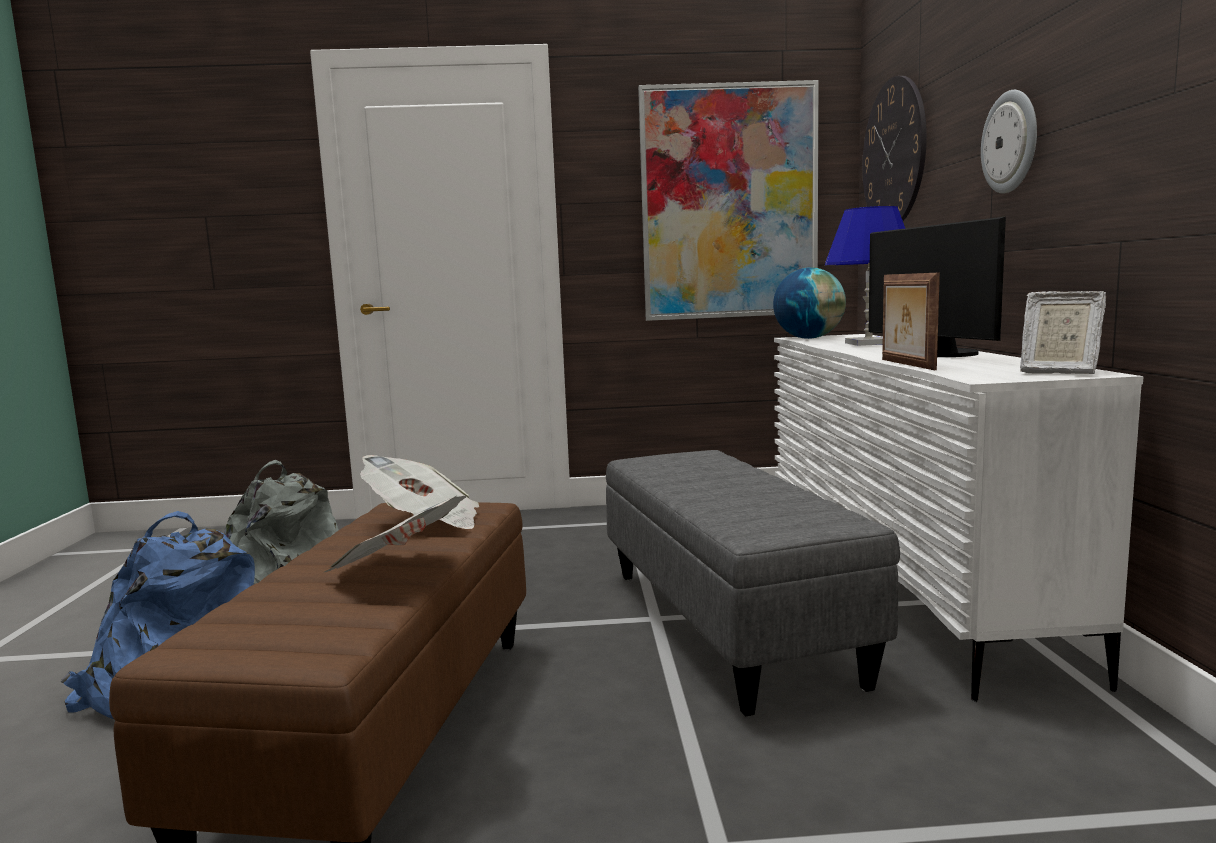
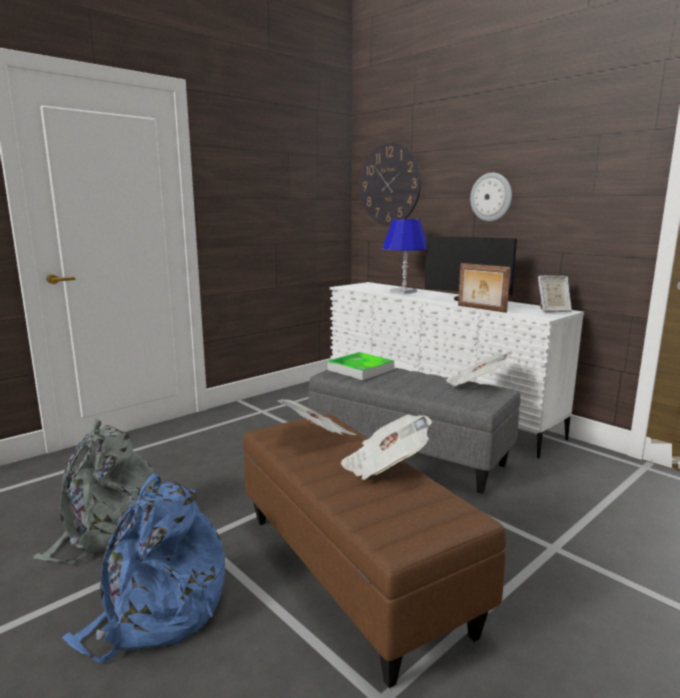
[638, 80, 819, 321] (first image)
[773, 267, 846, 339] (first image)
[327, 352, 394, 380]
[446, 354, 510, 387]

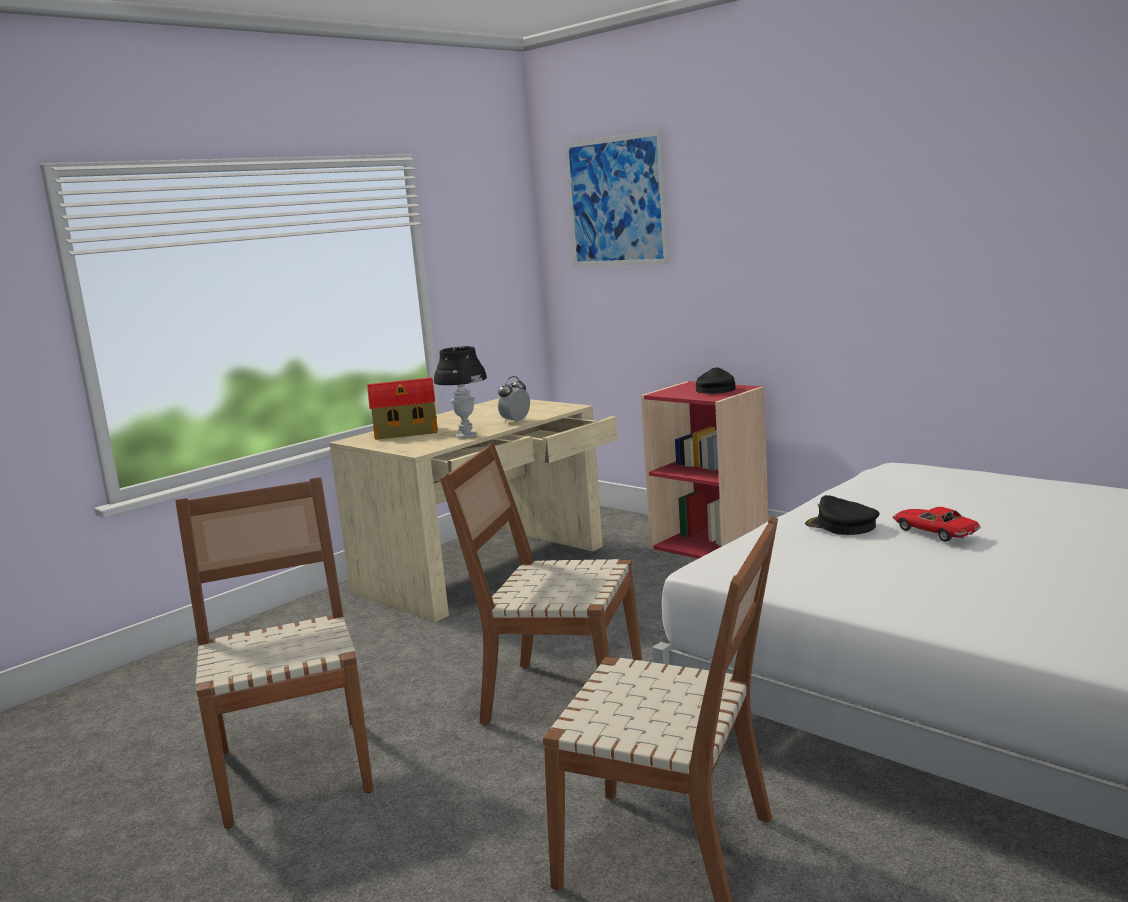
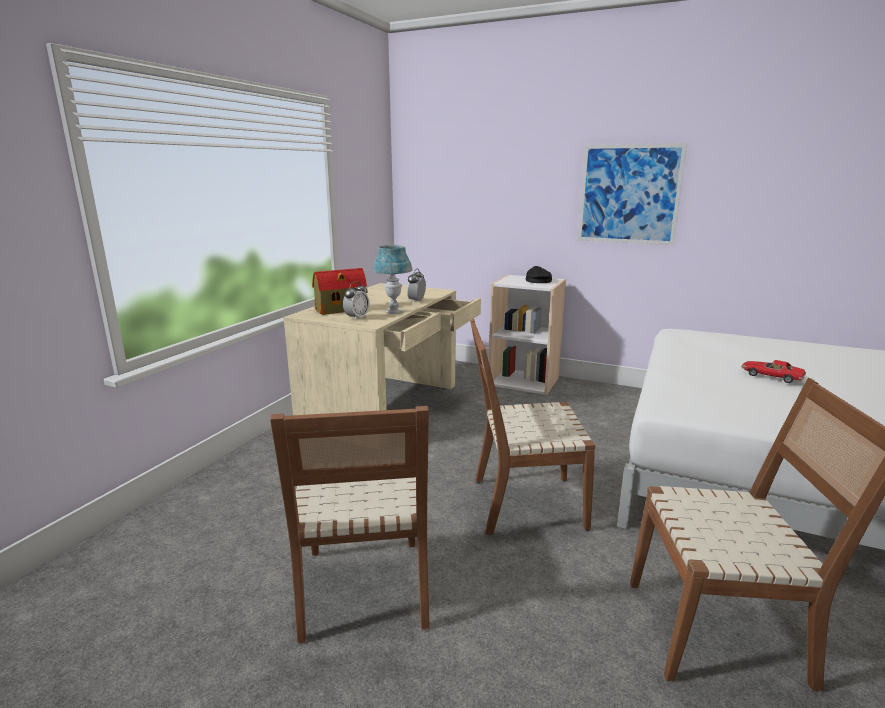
[578, 143, 687, 245]
[373, 245, 412, 314]
[489, 275, 566, 395]
[270, 406, 430, 643]
[805, 495, 880, 535] (first image)
[343, 281, 370, 321]

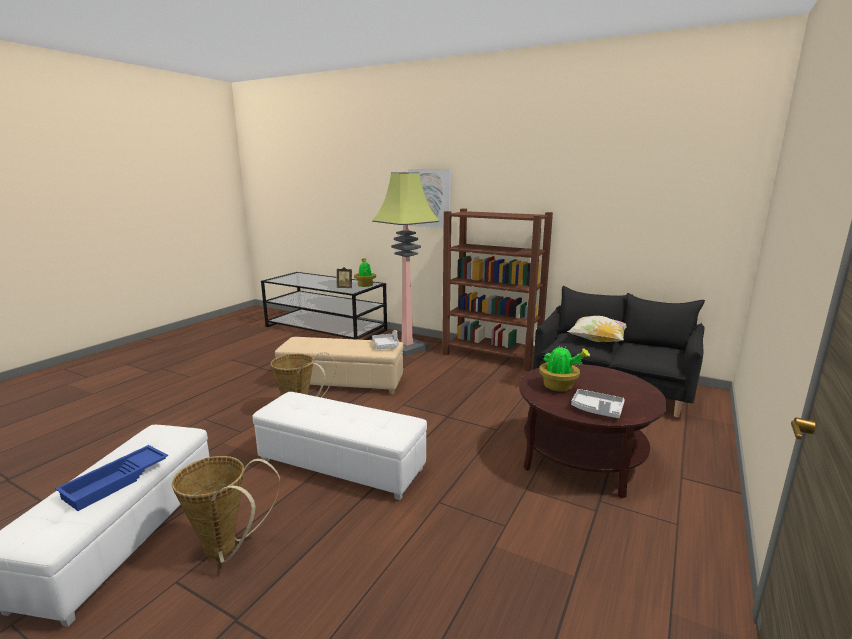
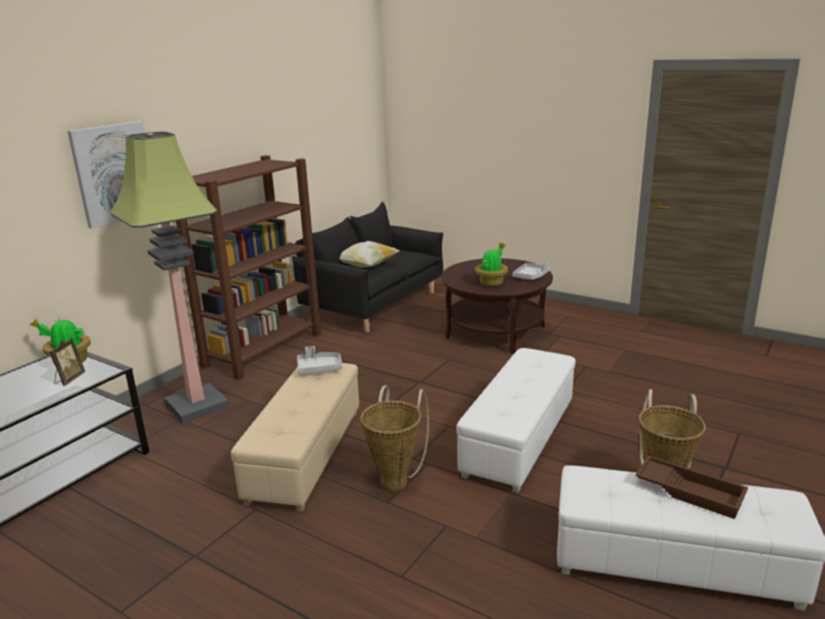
[635, 455, 748, 519]

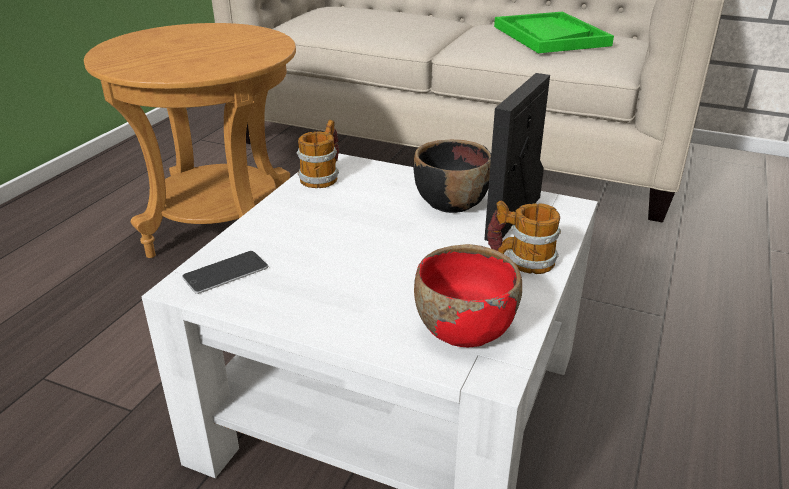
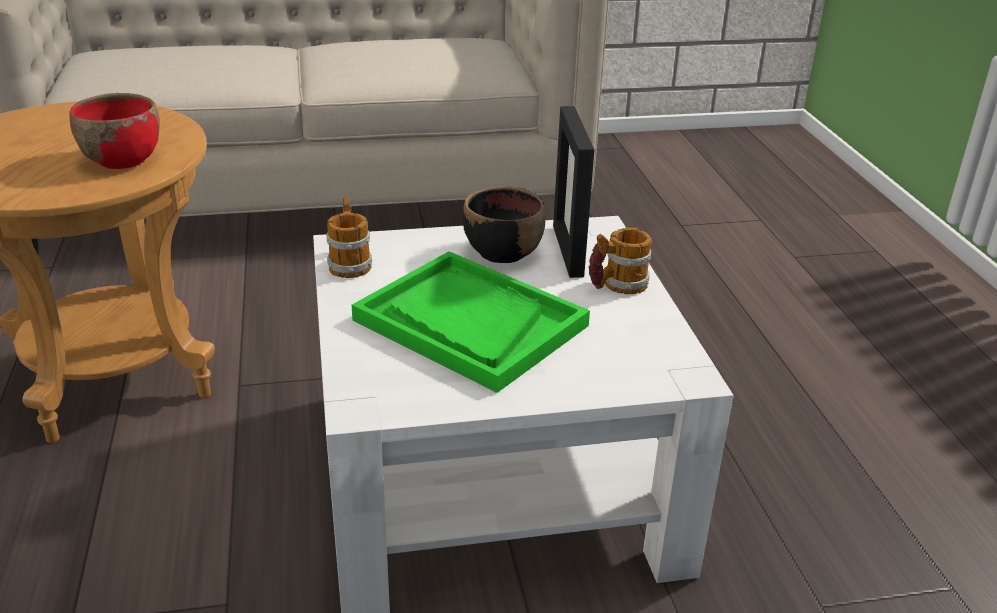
[352, 251, 590, 393]
[69, 93, 159, 169]
[182, 251, 268, 294] (first image)

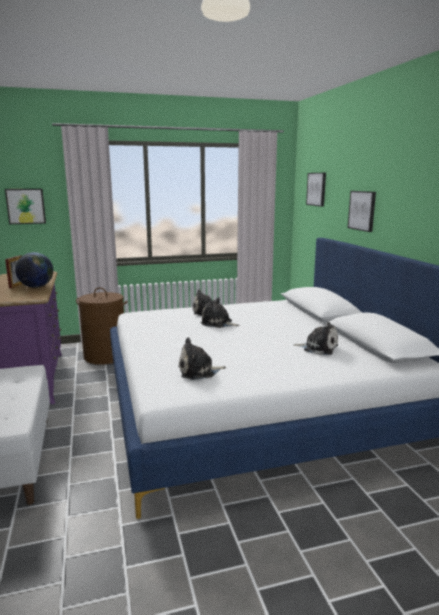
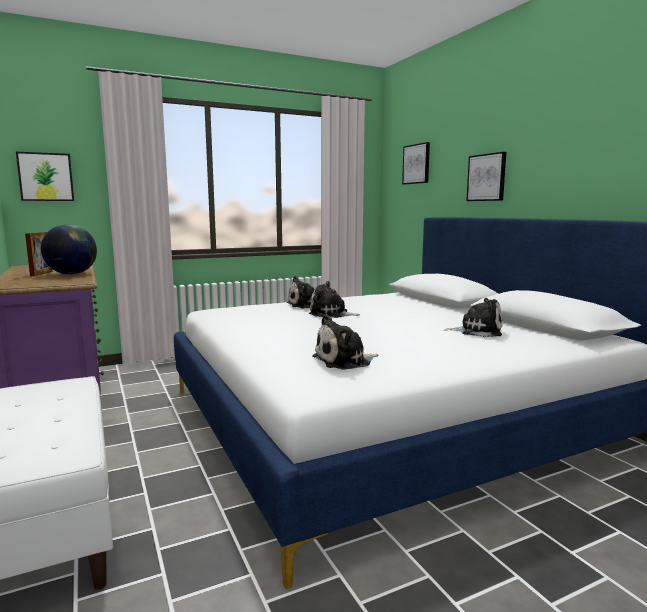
[76, 287, 128, 365] (first image)

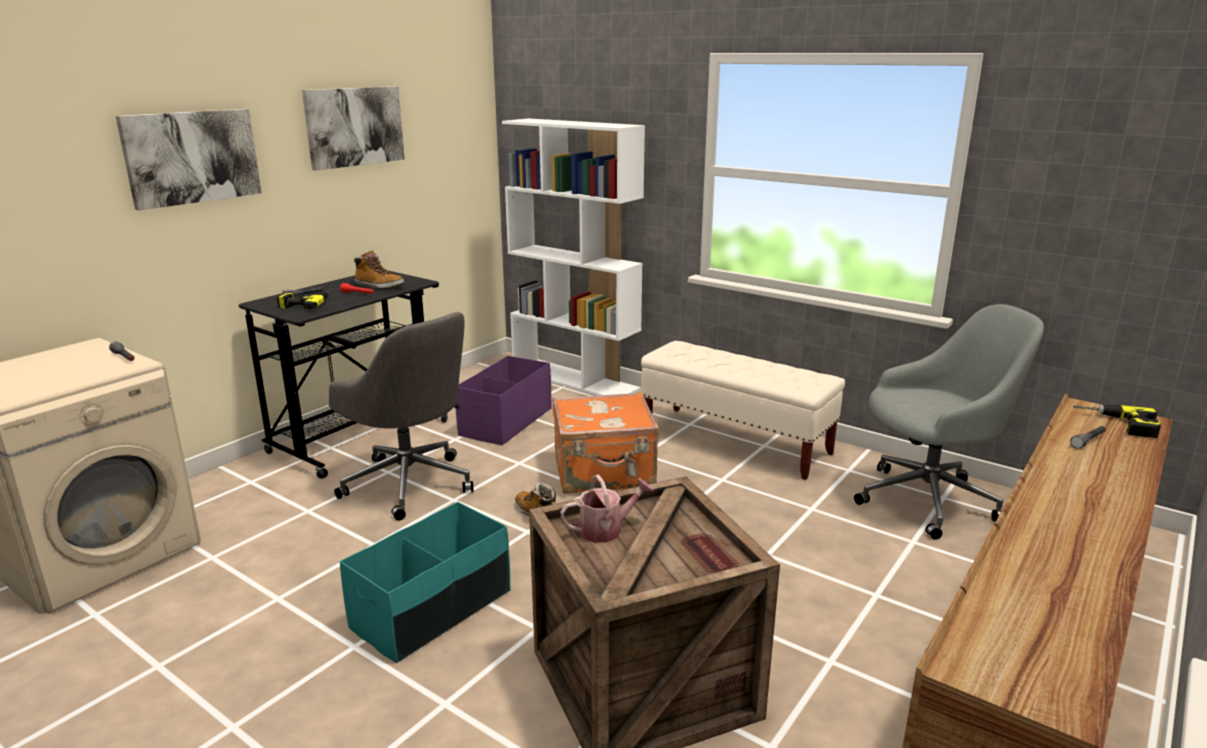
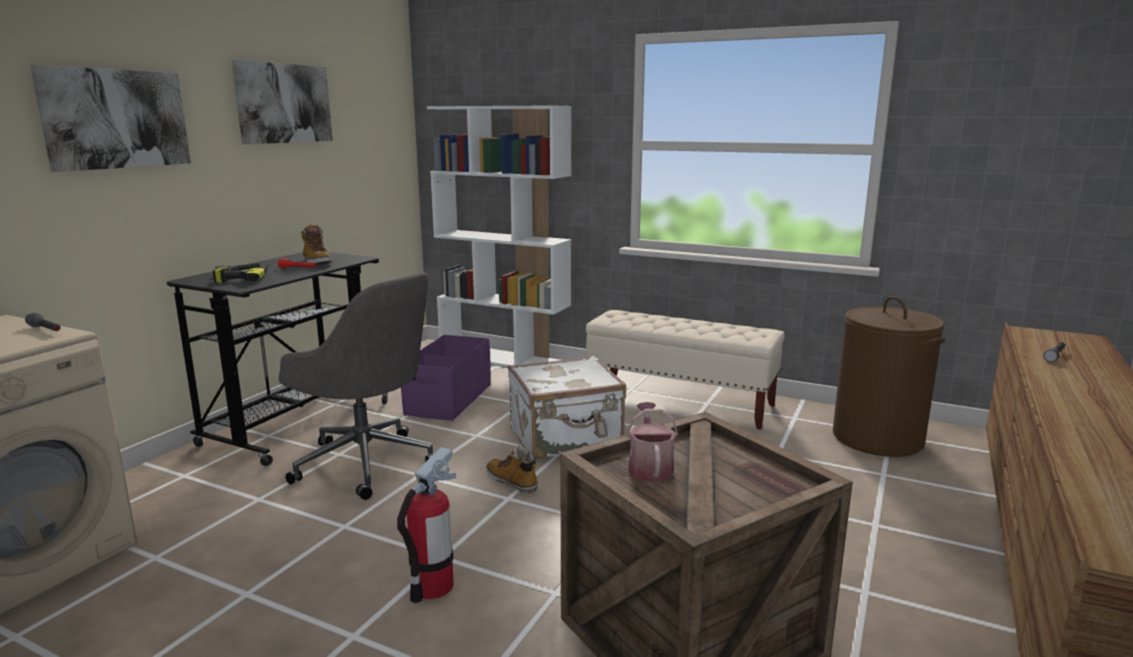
[301, 224, 332, 264]
[833, 296, 945, 457]
[508, 356, 626, 459]
[1073, 405, 1161, 438] (first image)
[627, 402, 678, 482]
[397, 447, 456, 603]

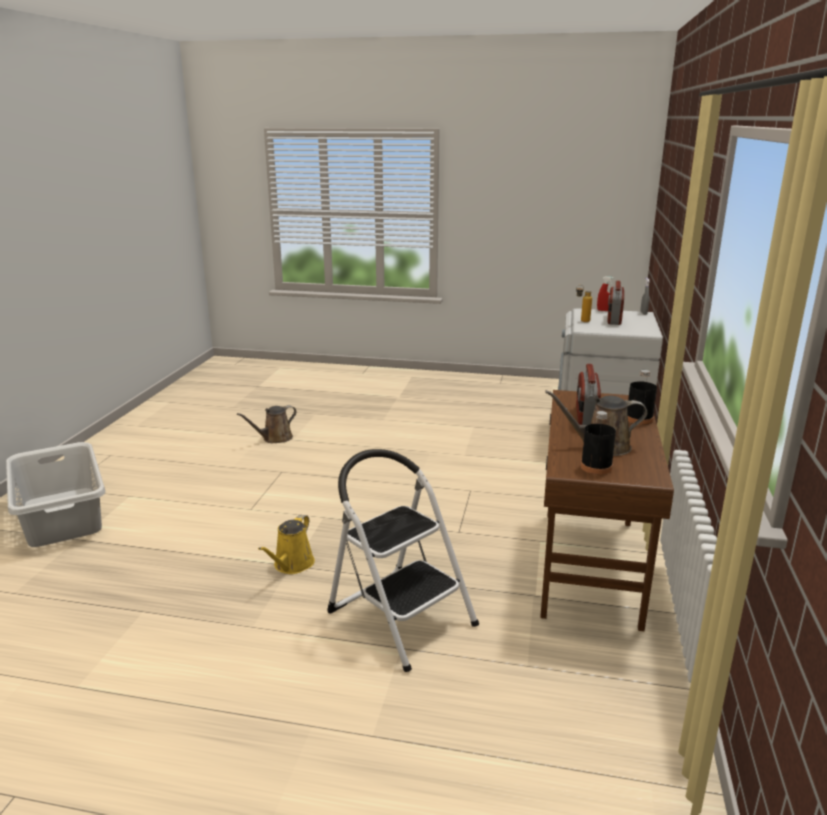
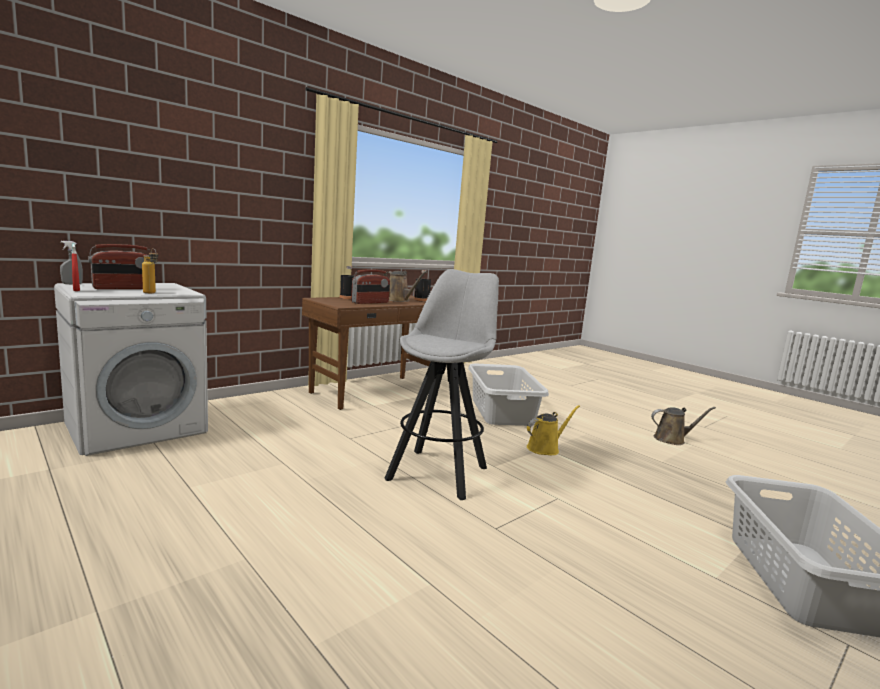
[651, 407, 716, 445]
[468, 364, 549, 426]
[385, 269, 499, 500]

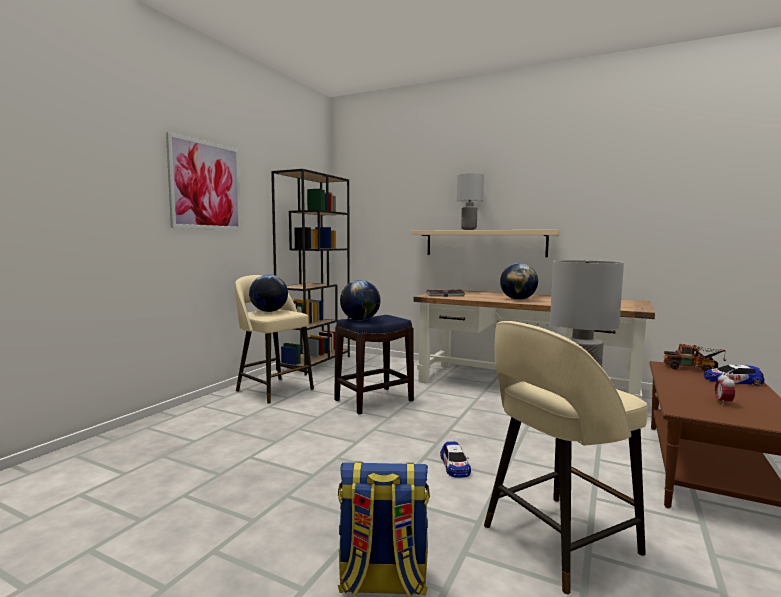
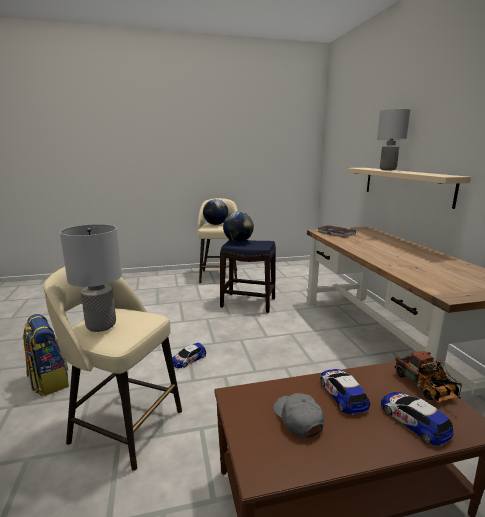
[166, 132, 241, 230] (first image)
[271, 169, 350, 376] (first image)
[500, 263, 538, 300] (first image)
[273, 393, 324, 439]
[320, 369, 370, 415]

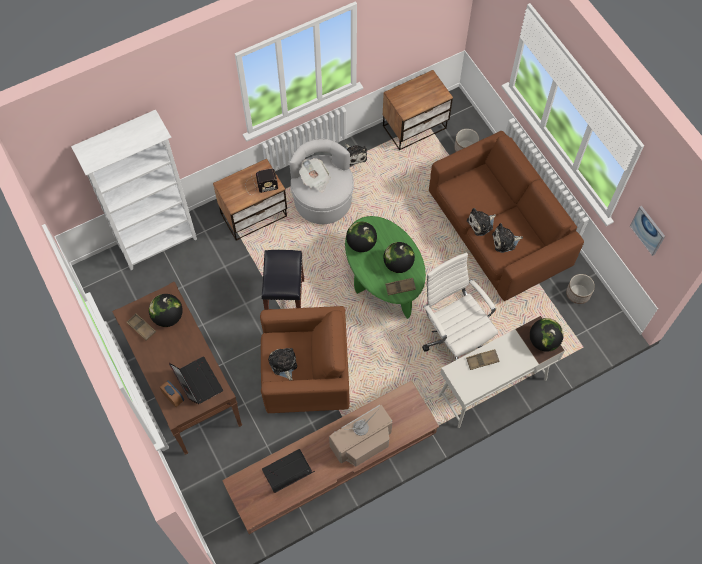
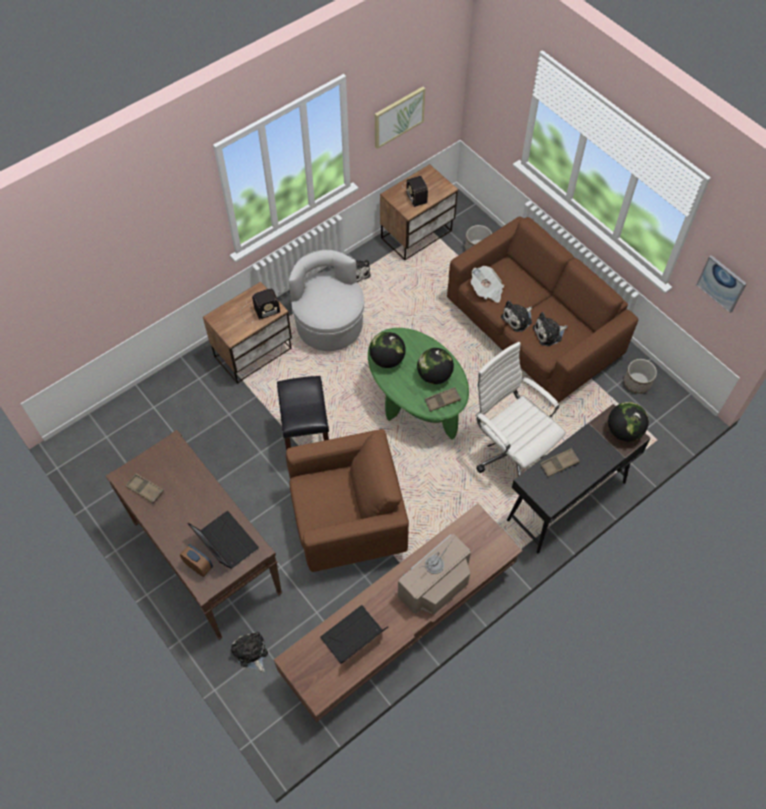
[71, 110, 197, 270] (first image)
[471, 266, 504, 303]
[149, 294, 183, 327] (first image)
[507, 403, 651, 553]
[231, 632, 268, 672]
[375, 86, 425, 149]
[402, 176, 428, 207]

